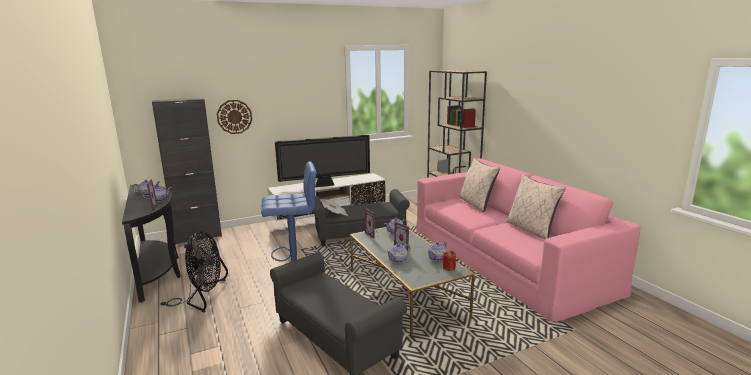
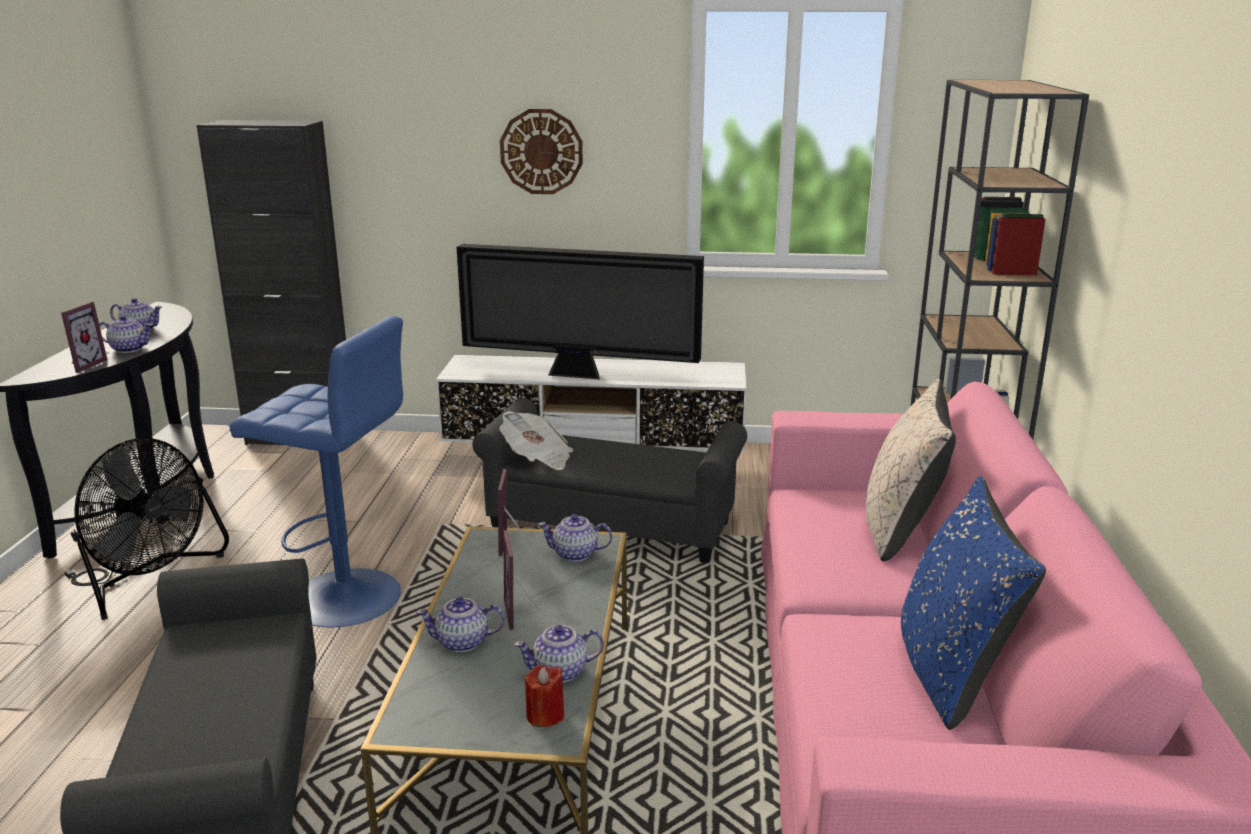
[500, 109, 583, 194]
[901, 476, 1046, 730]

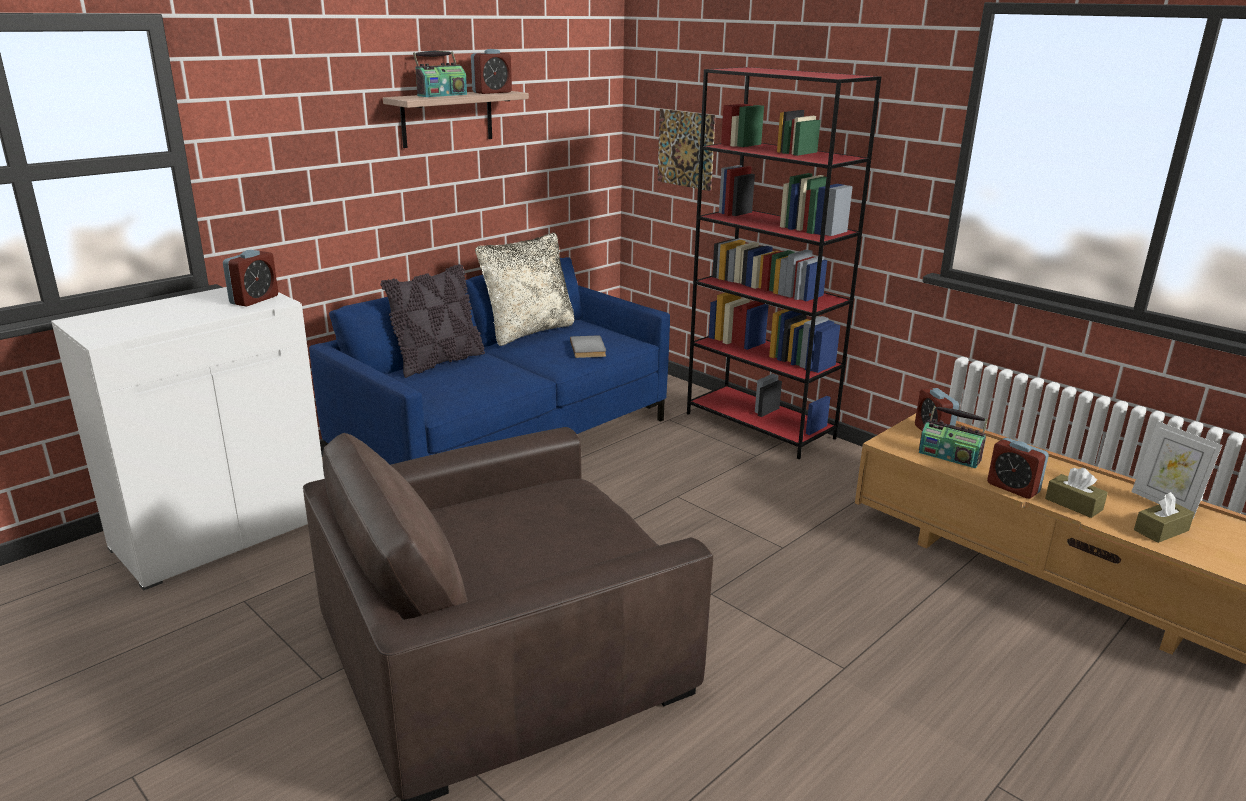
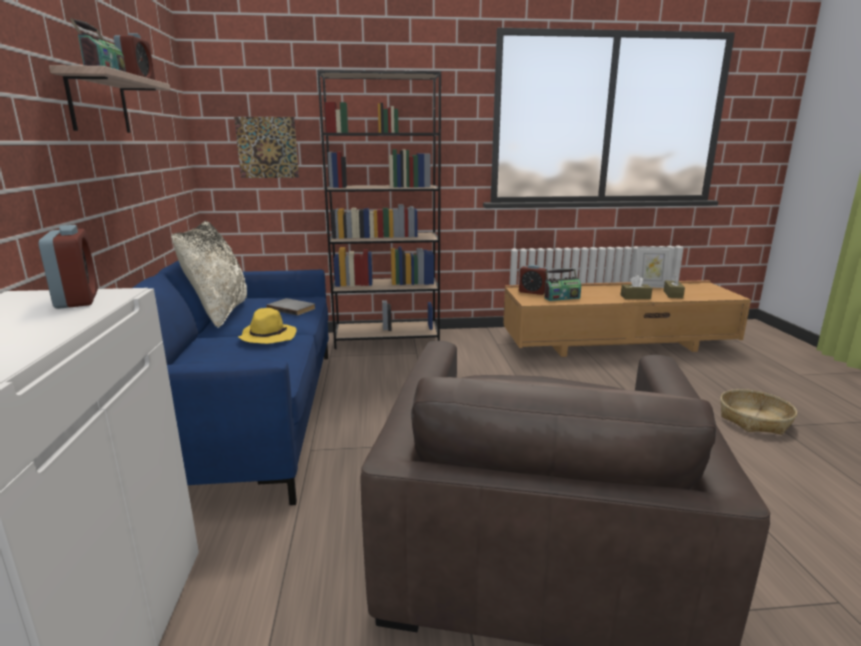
[317, 70, 441, 349]
[380, 264, 485, 378] (first image)
[987, 438, 1049, 499] (first image)
[238, 308, 297, 344]
[720, 389, 797, 435]

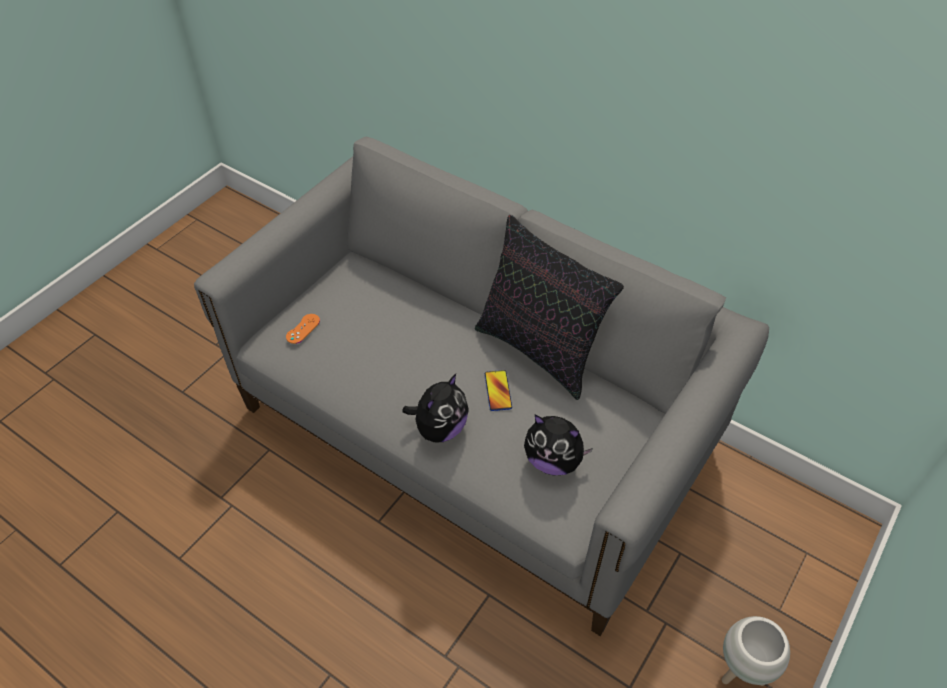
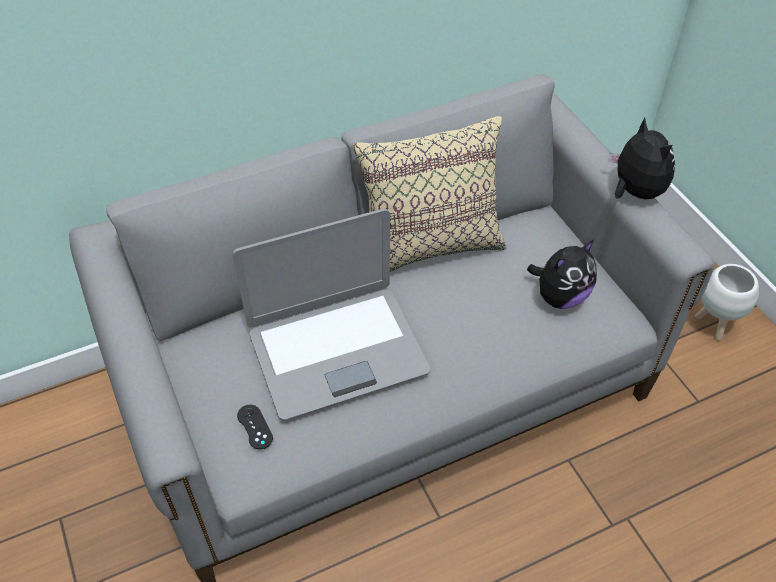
[353, 116, 506, 272]
[237, 405, 273, 449]
[485, 370, 512, 411] (first image)
[608, 118, 675, 199]
[233, 209, 430, 420]

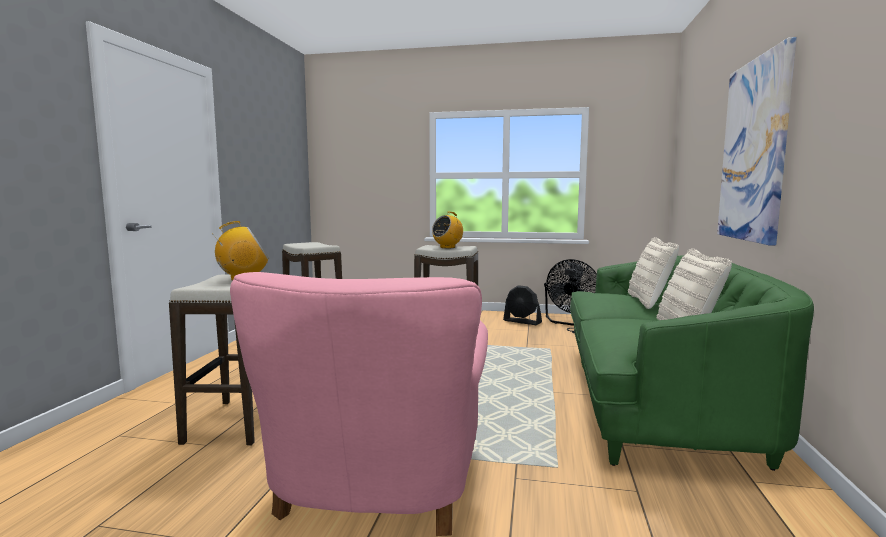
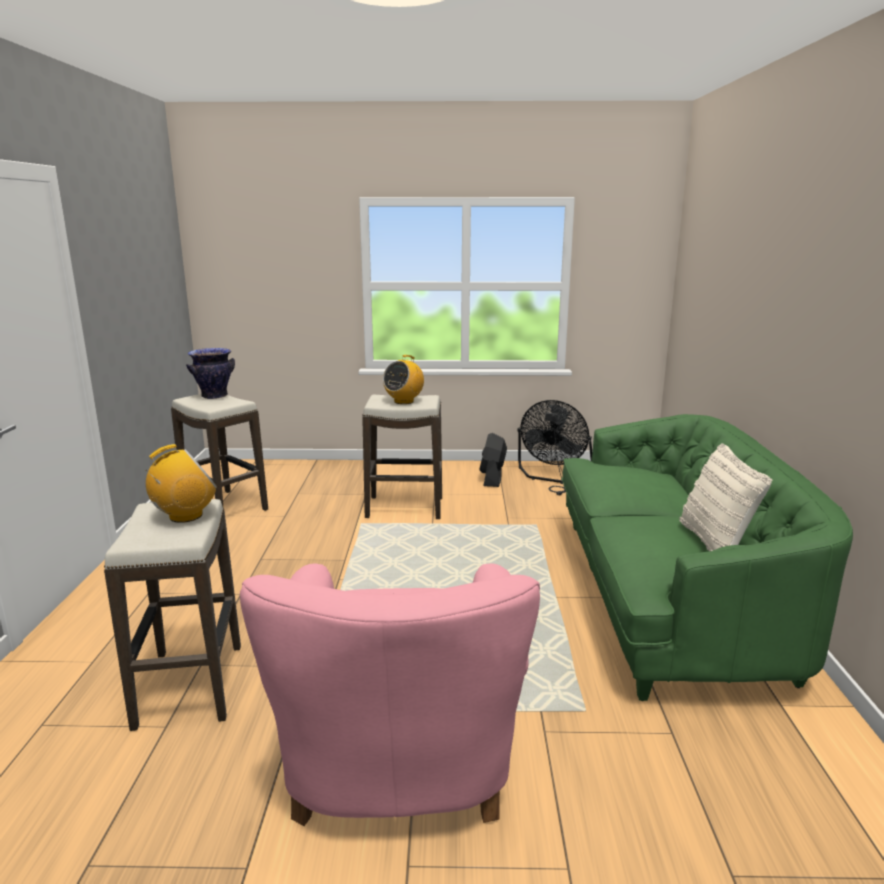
[717, 37, 797, 245] (first image)
[628, 237, 679, 309] (first image)
[479, 433, 507, 487]
[186, 348, 235, 399]

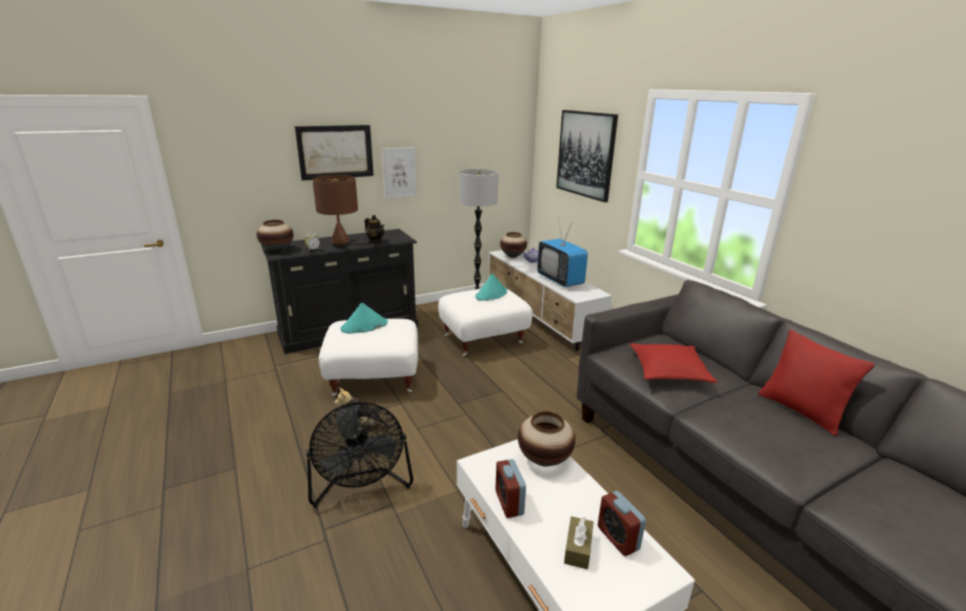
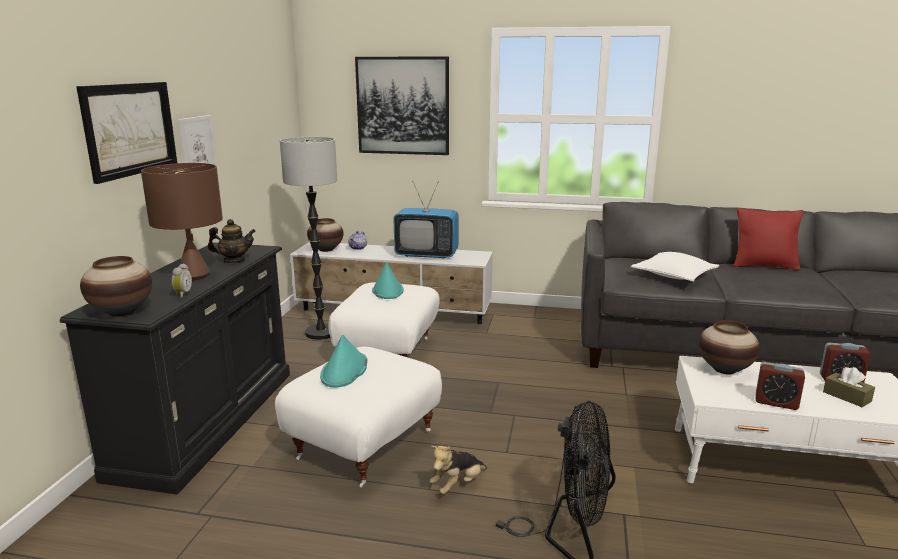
[631, 252, 720, 282]

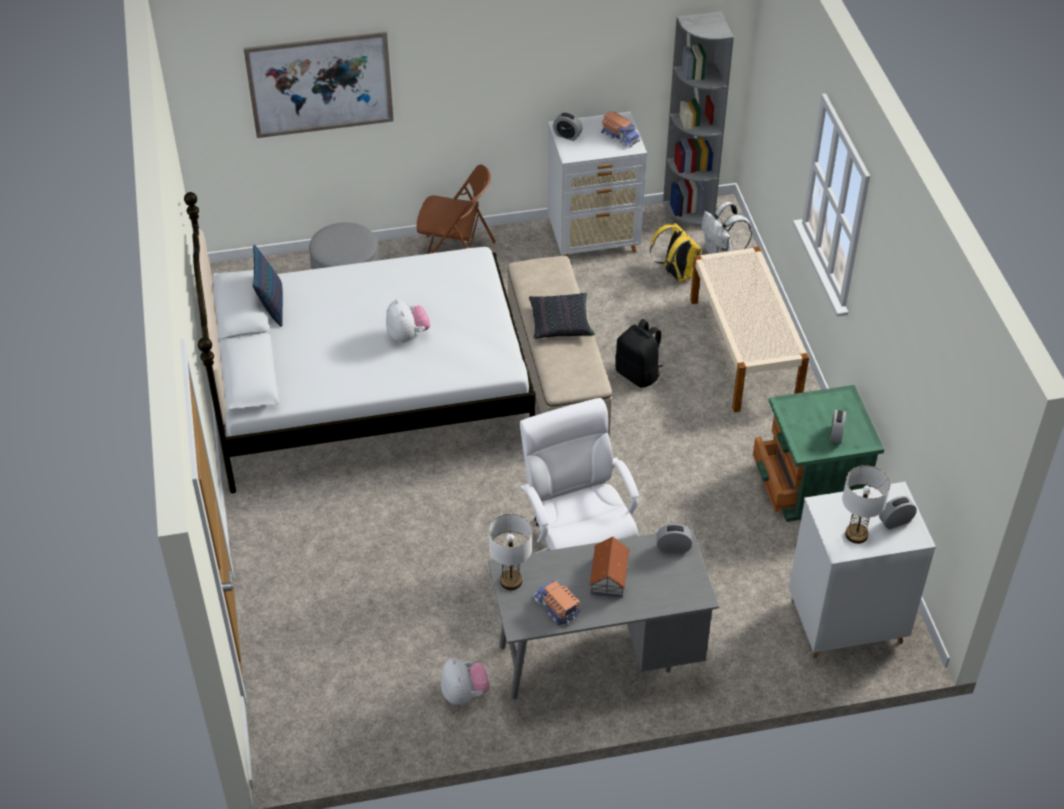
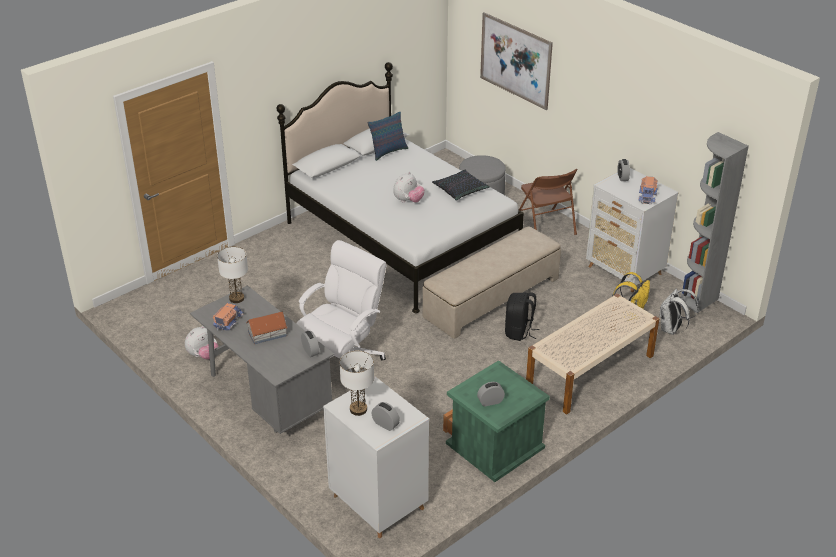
[432, 170, 490, 201]

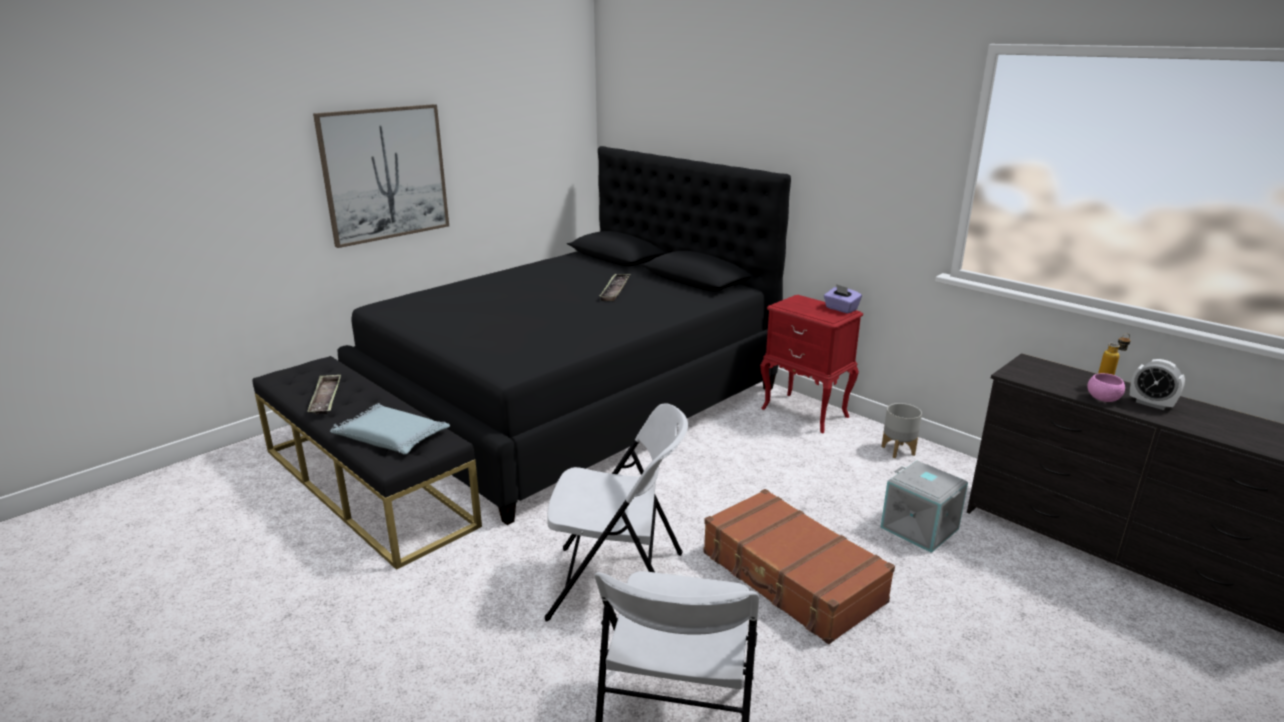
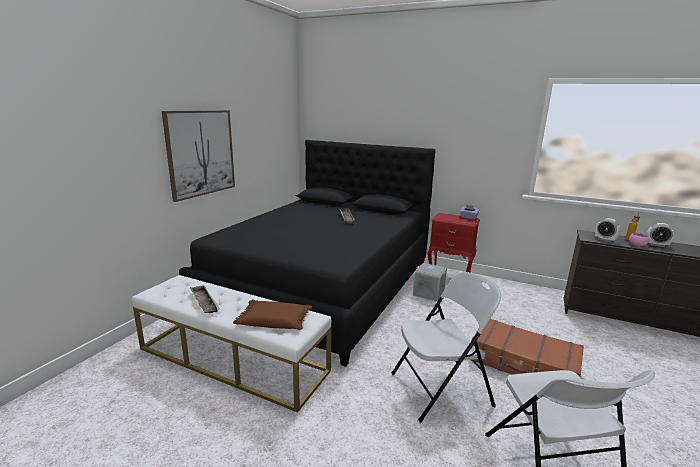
[132, 275, 332, 412]
[233, 299, 312, 330]
[882, 403, 922, 458] (first image)
[413, 263, 447, 301]
[595, 218, 621, 242]

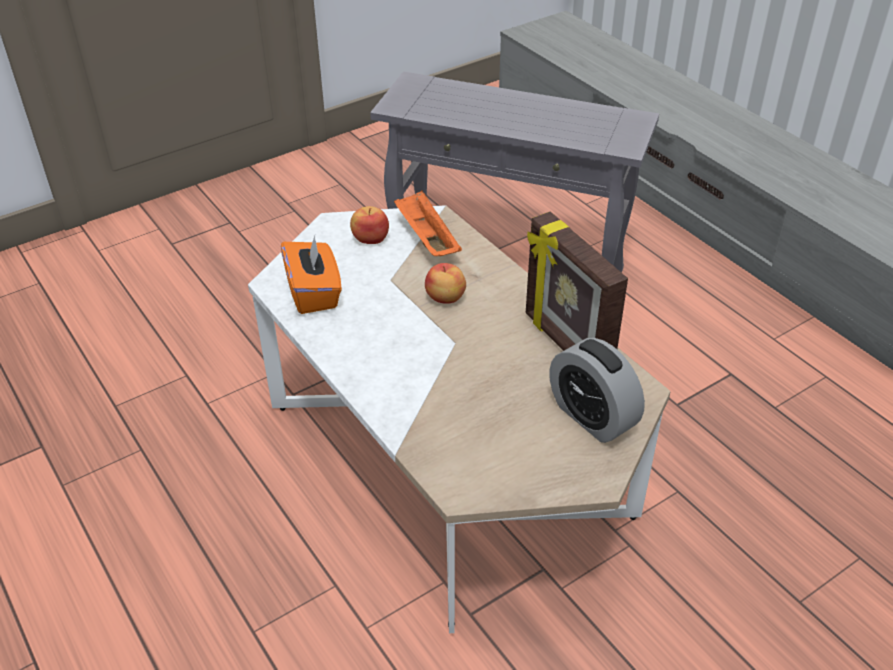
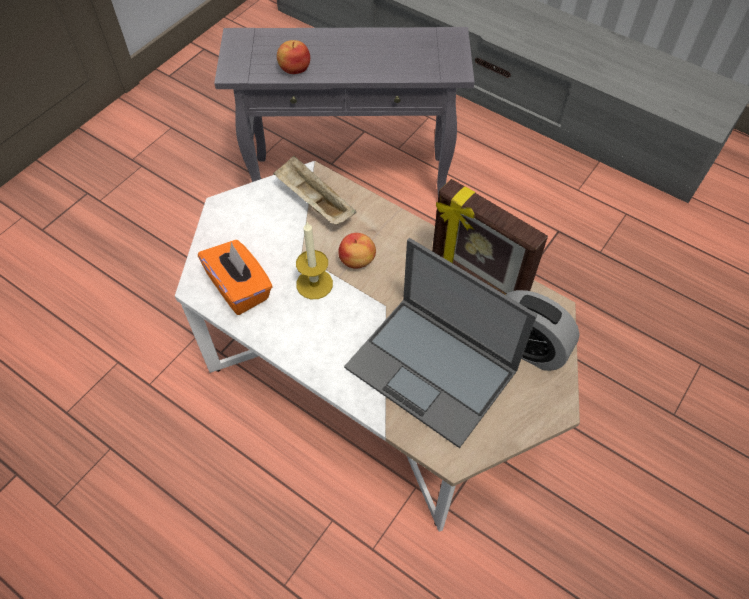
[273, 156, 356, 225]
[277, 40, 310, 74]
[296, 222, 333, 299]
[344, 238, 537, 448]

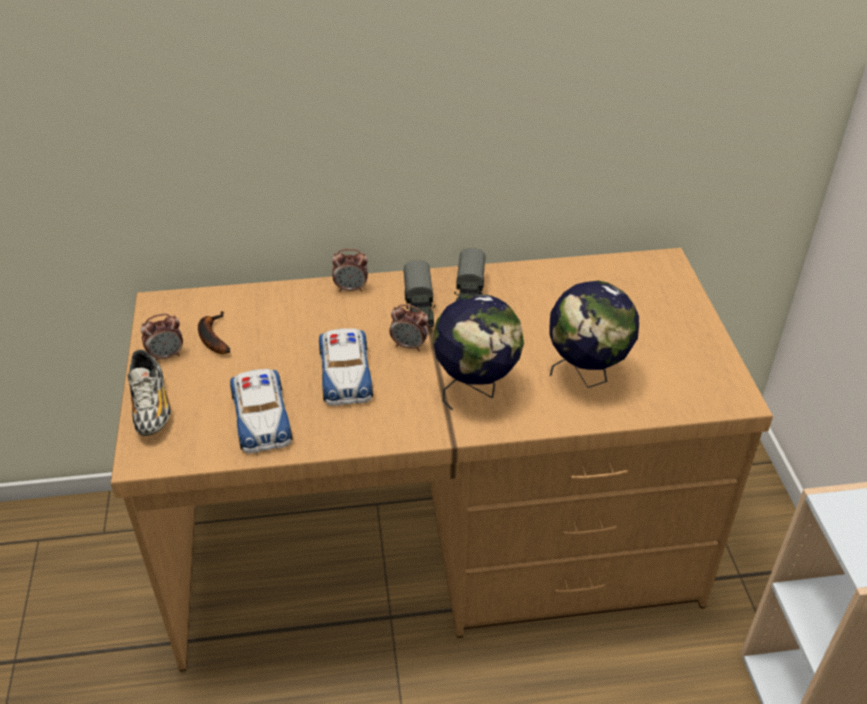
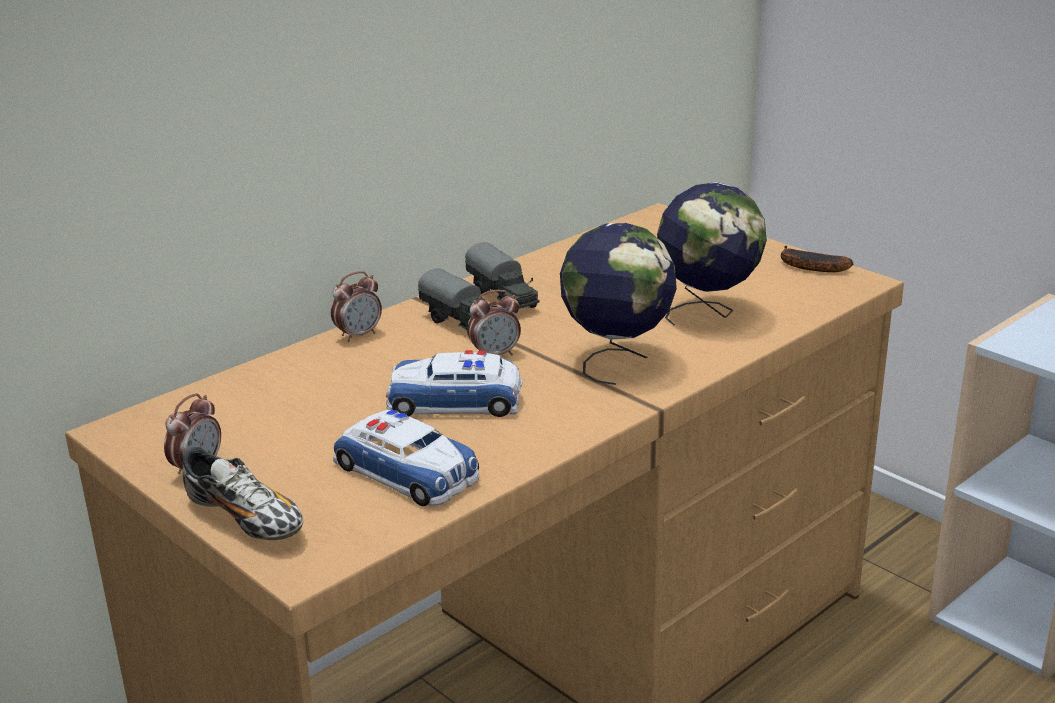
[781, 245, 853, 272]
[386, 350, 522, 417]

